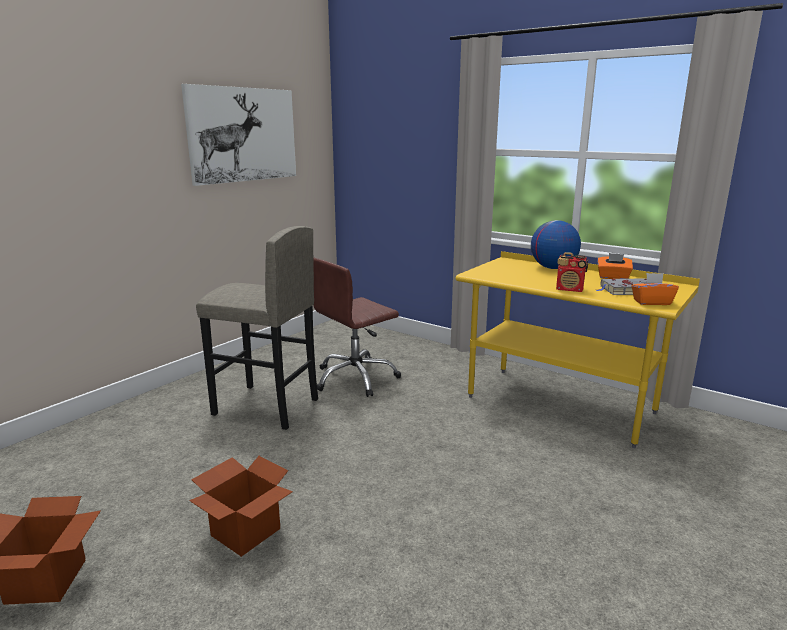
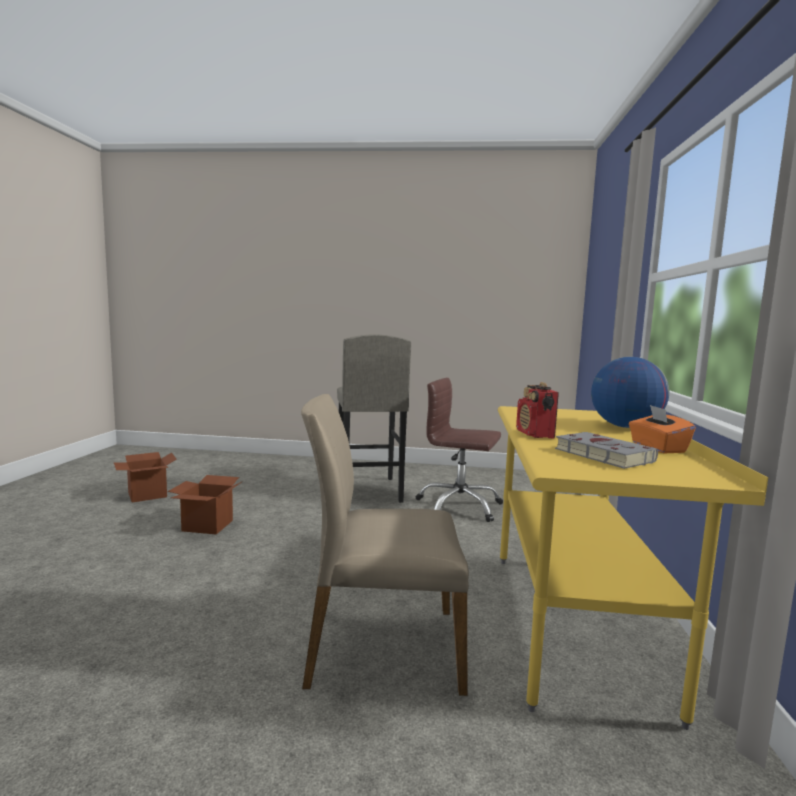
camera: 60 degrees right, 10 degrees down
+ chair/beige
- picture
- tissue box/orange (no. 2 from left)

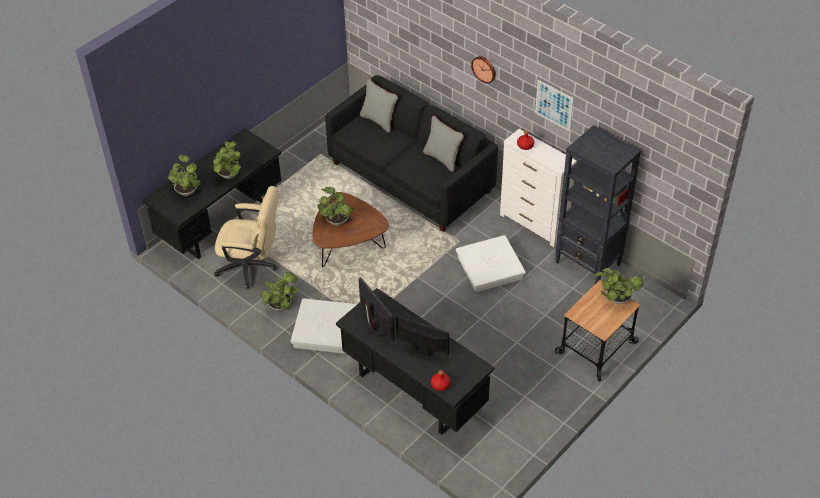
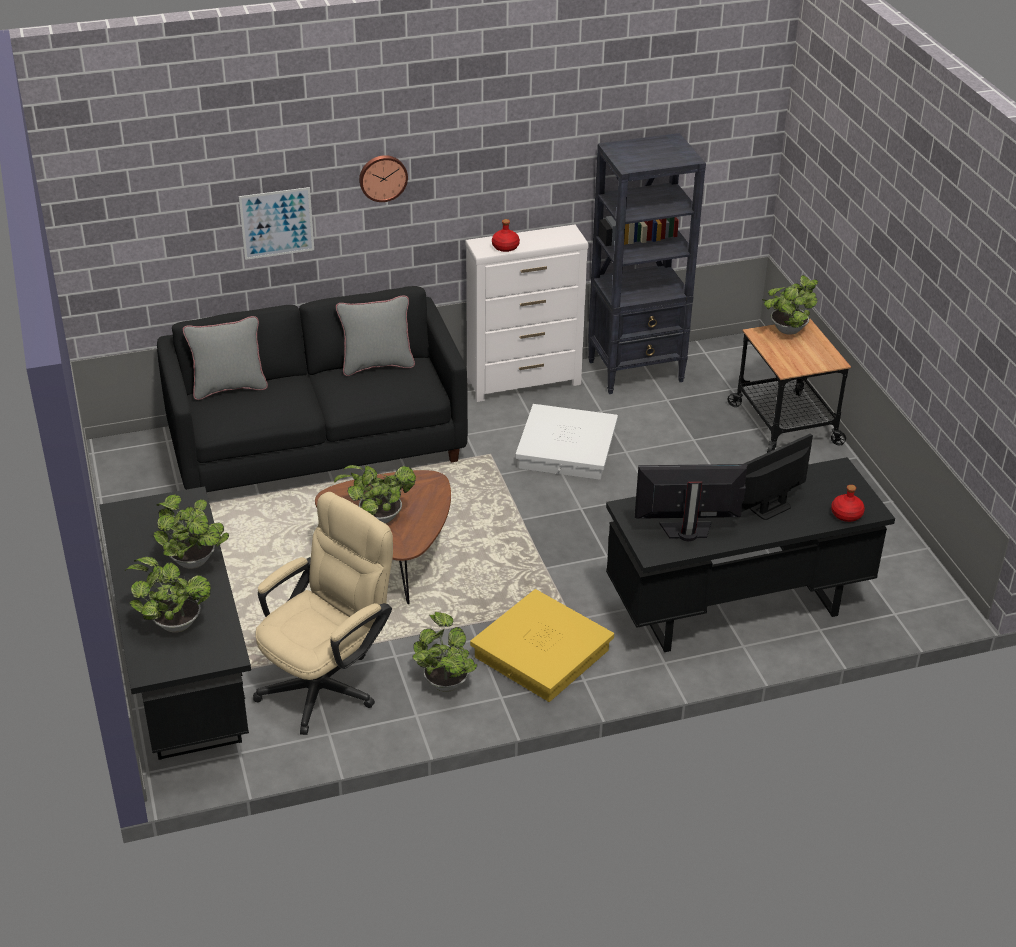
camera: 60 degrees left, 10 degrees down
~ picture
~ storage box/white (no. 1 from left) to storage box/yellow

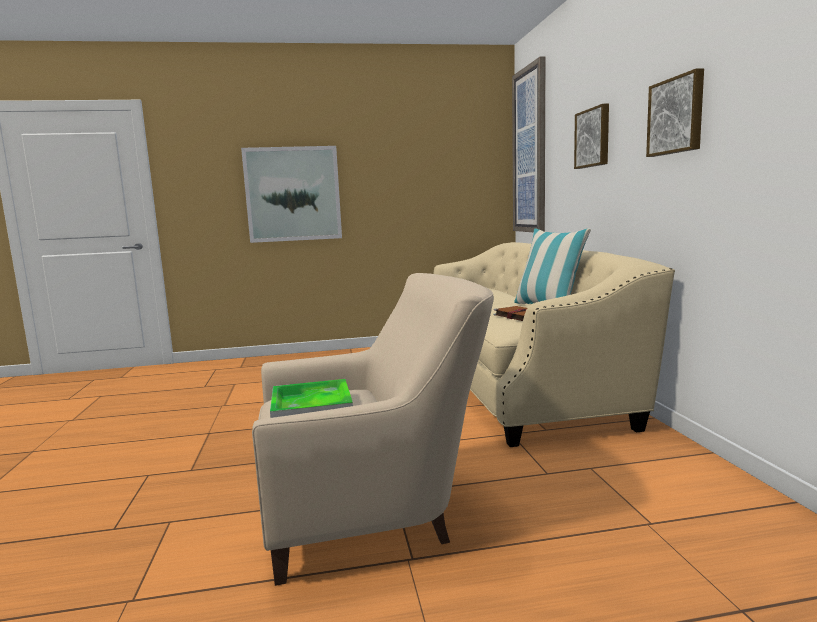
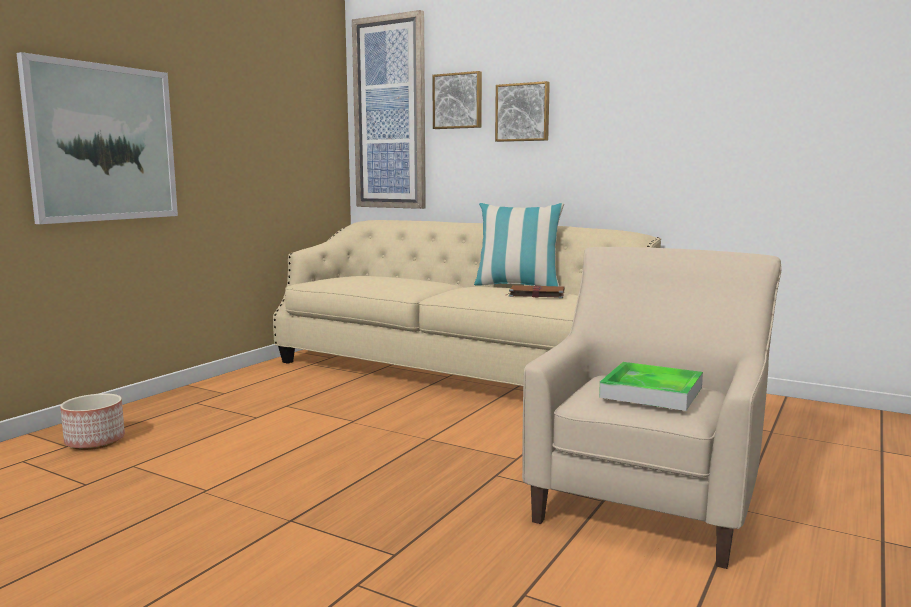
camera: 50 degrees left, 0 degrees up
+ planter
~ picture (no. 4 from left in the first image) to picture (no. 3 from left)

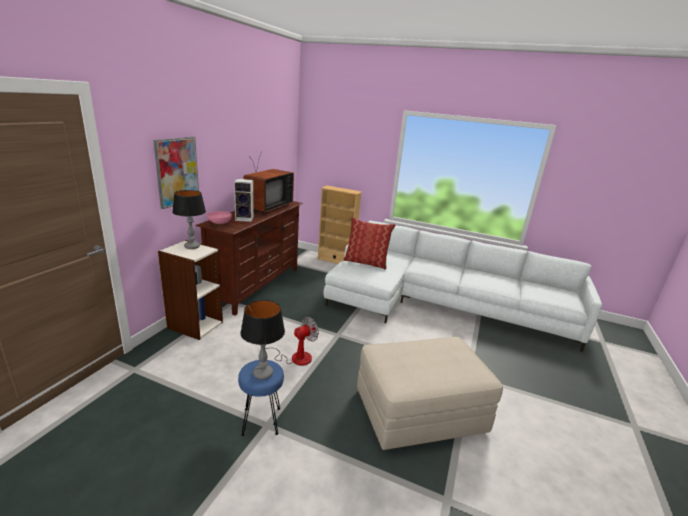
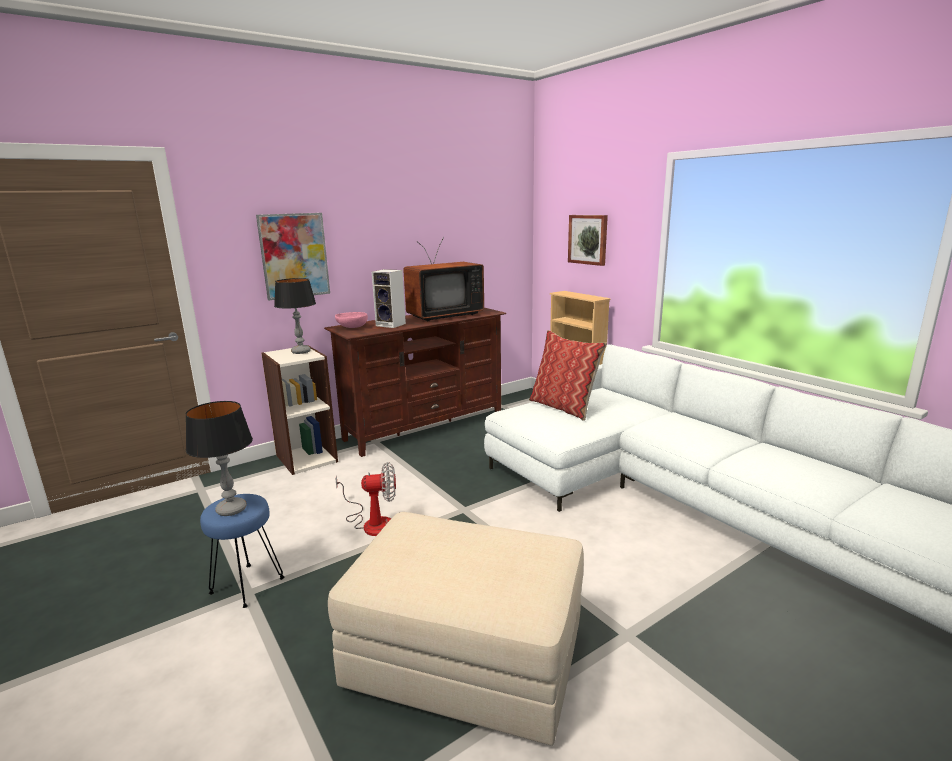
camera: 35 degrees right, 5 degrees down
+ picture (no. 2 from left)

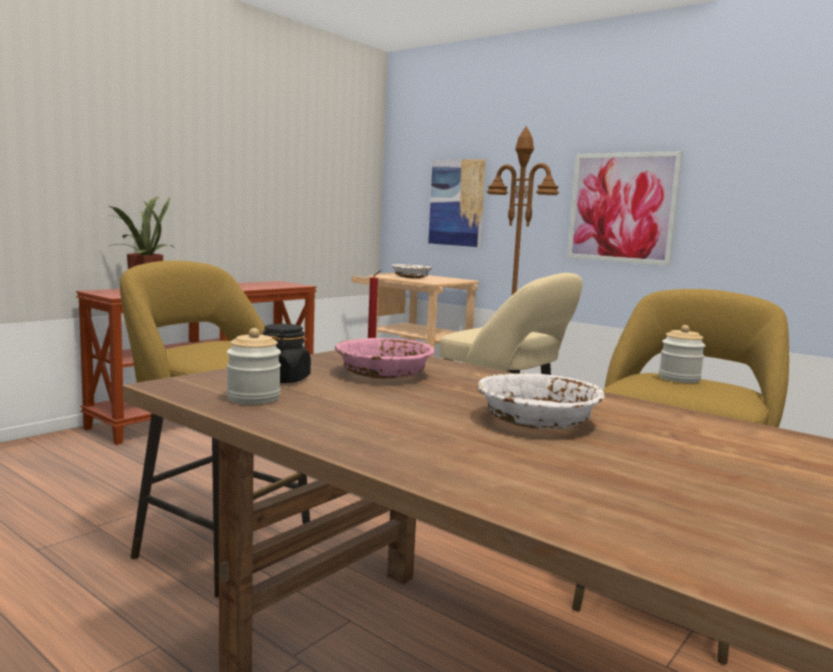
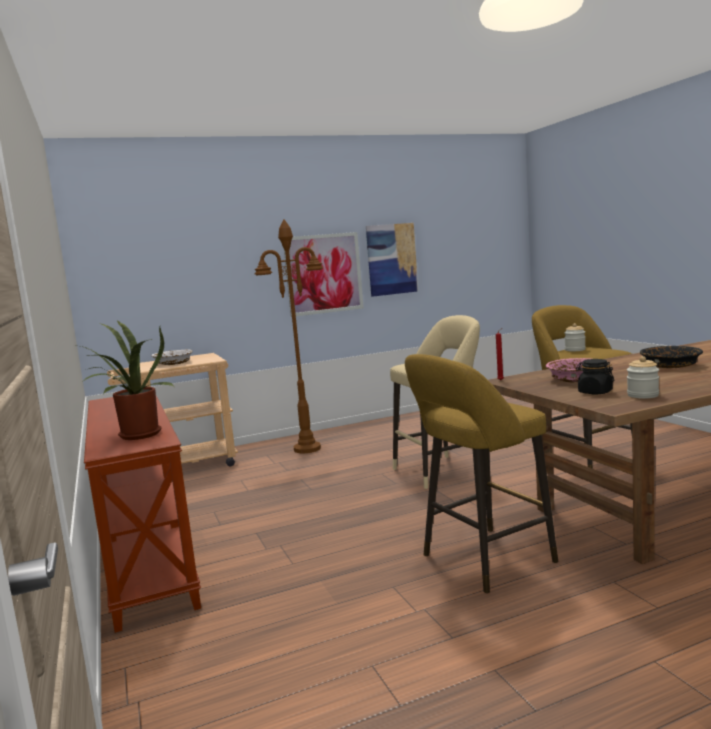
camera: 60 degrees left, 0 degrees up
~ picture (no. 1 from left in the first image) to picture (no. 2 from left)
~ bowl/white (no. 2 from left) to bowl/black

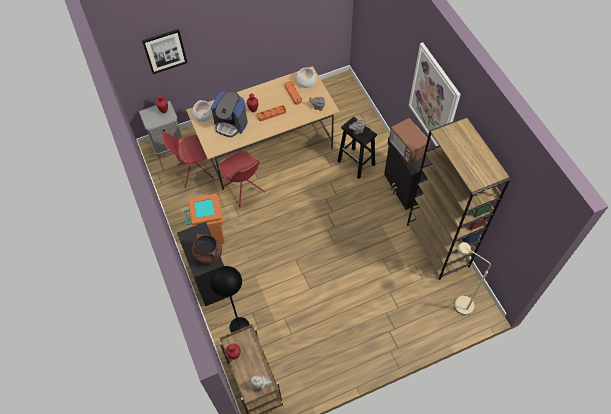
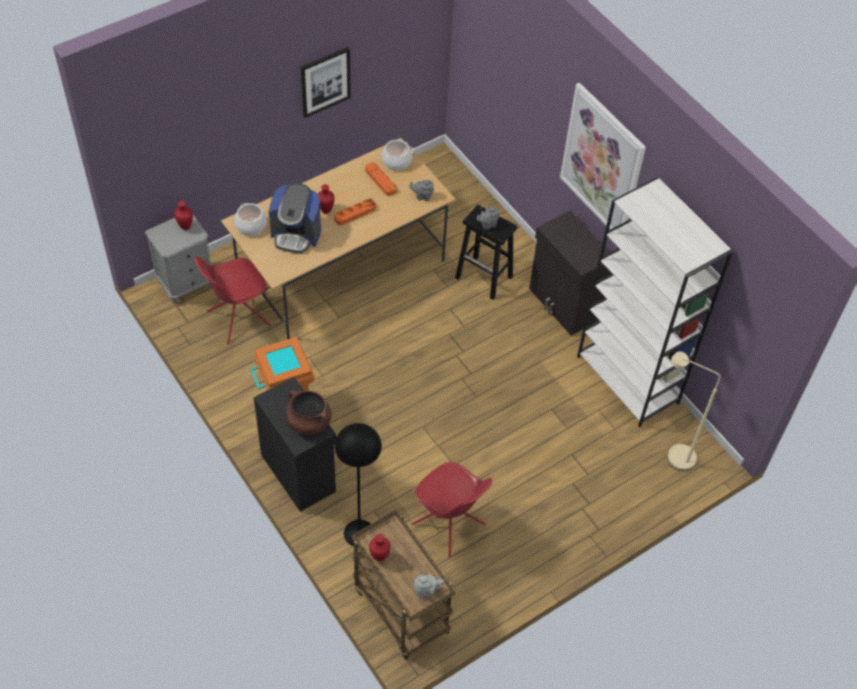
camera: 15 degrees left, 5 degrees down
~ picture (no. 1 from left)
~ chair/red (no. 2 from left)
~ bookcase/brown to bookcase/white
- microwave

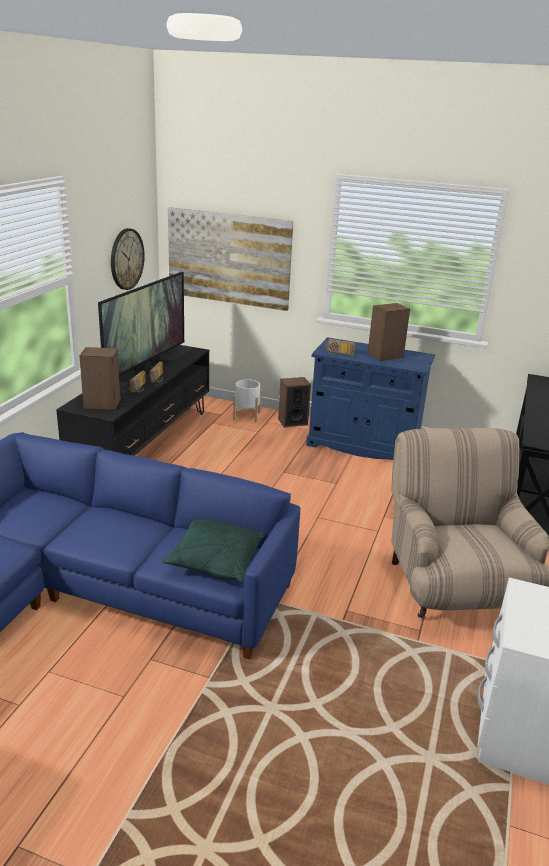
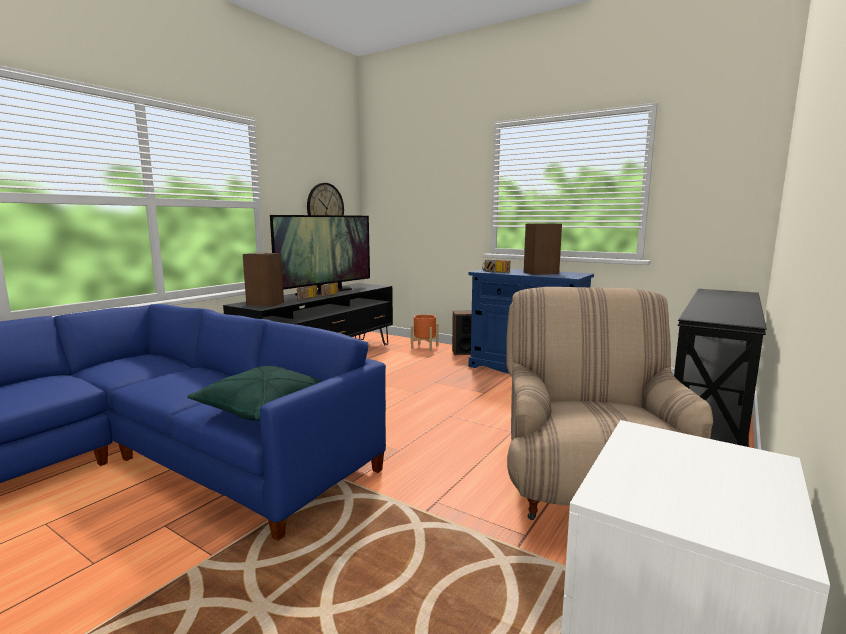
camera: 15 degrees right, 15 degrees down
~ planter/white to planter/orange
- picture

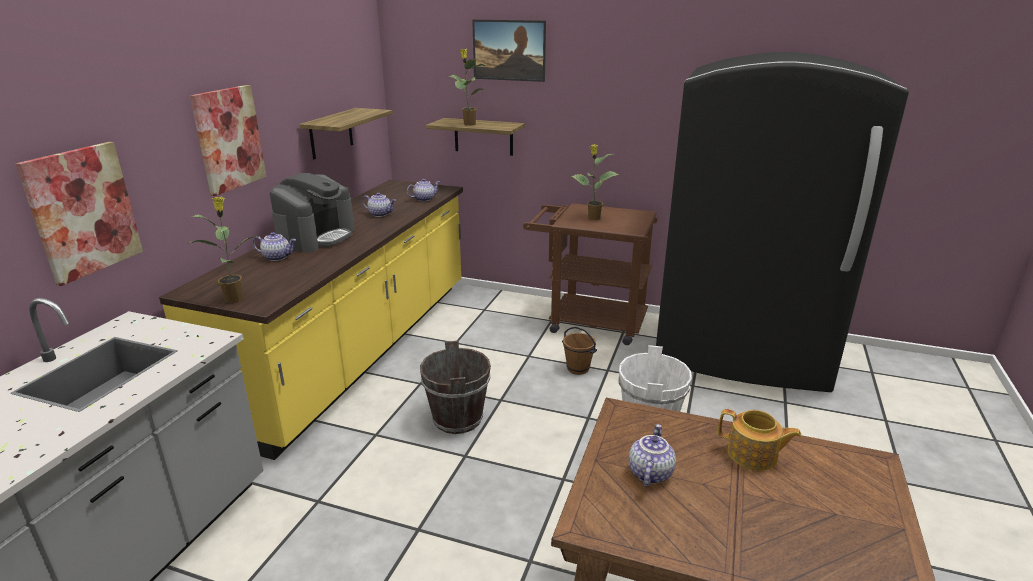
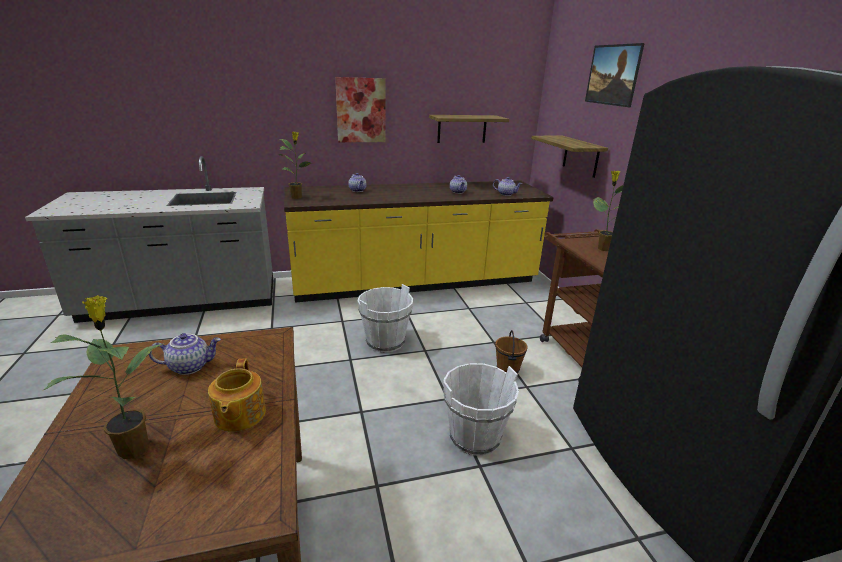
camera: 55 degrees right, 0 degrees up
~ potted plant (no. 2 from left in the first image) to potted plant (no. 1 from left)
~ bucket/brown (no. 1 from left) to bucket/white (no. 1 from left)
- picture (no. 1 from left)
- coffee machine

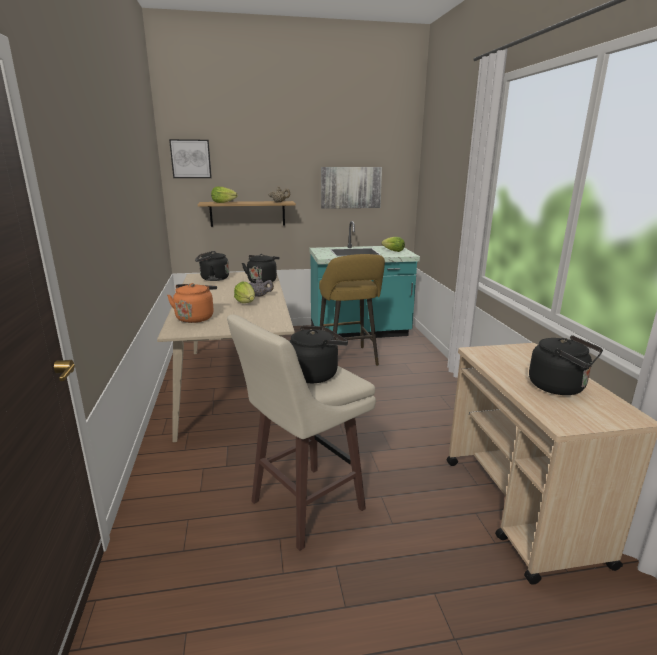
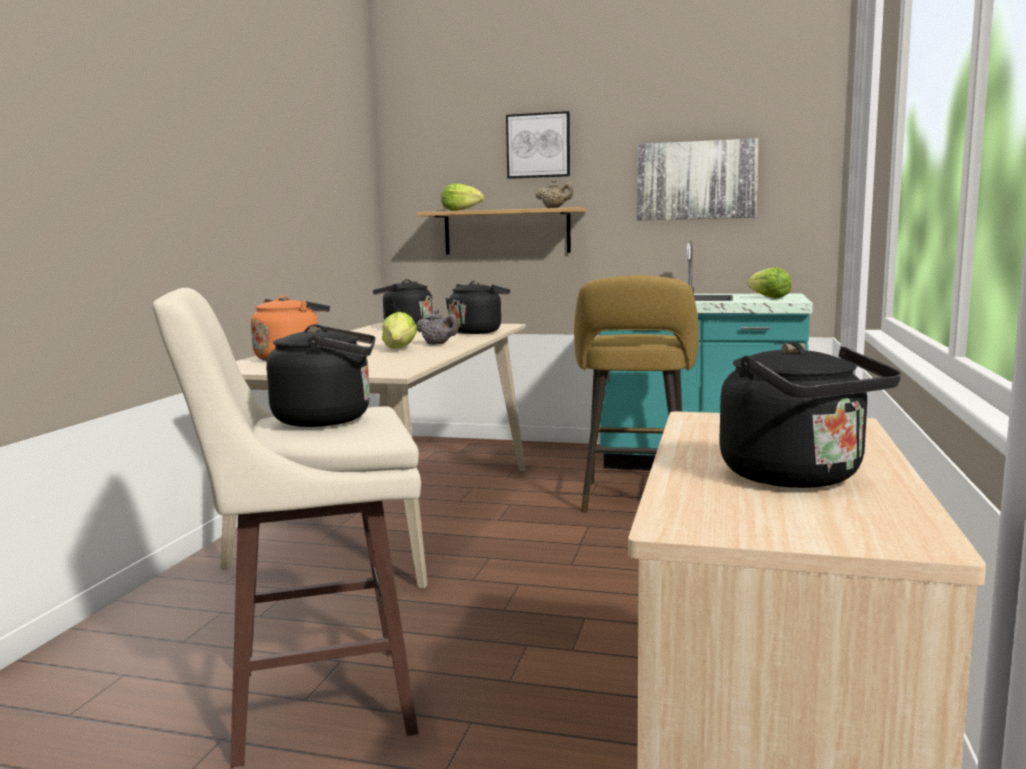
camera: 25 degrees right, 10 degrees down
~ picture (no. 1 from left)

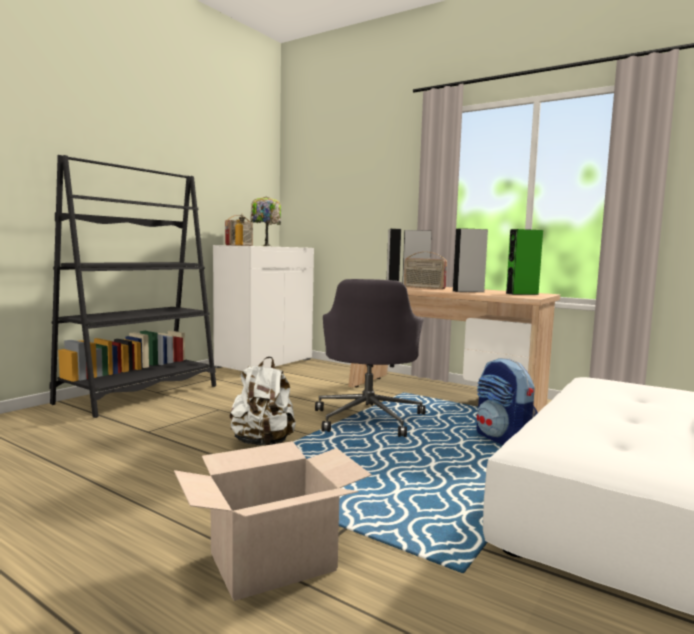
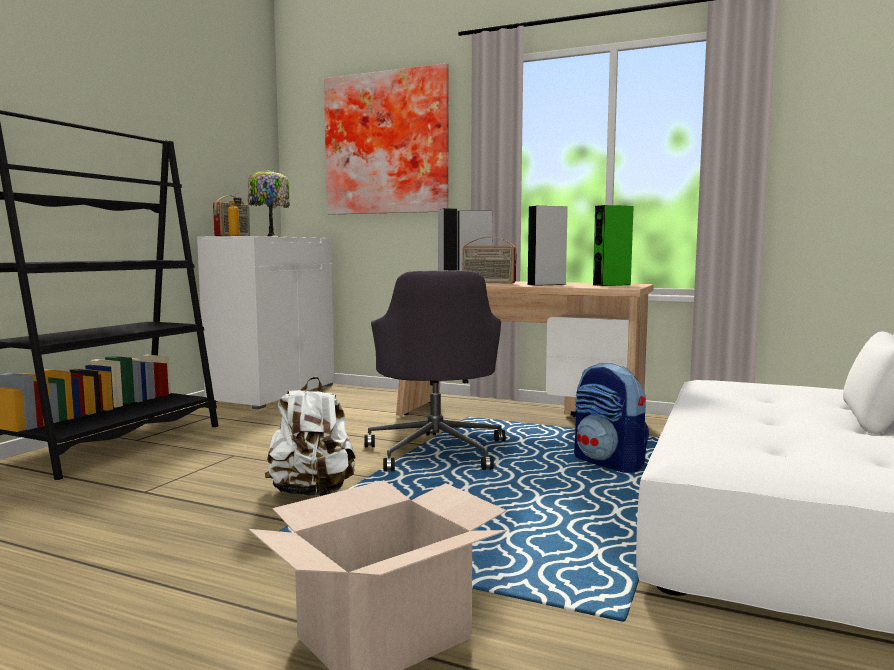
camera: 10 degrees left, 0 degrees up
+ picture

